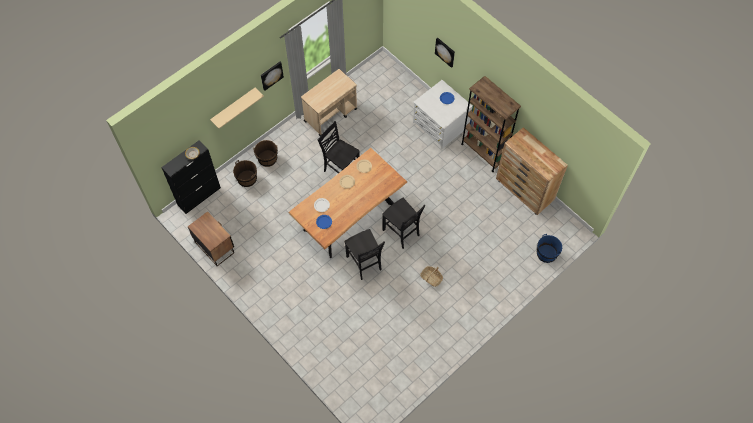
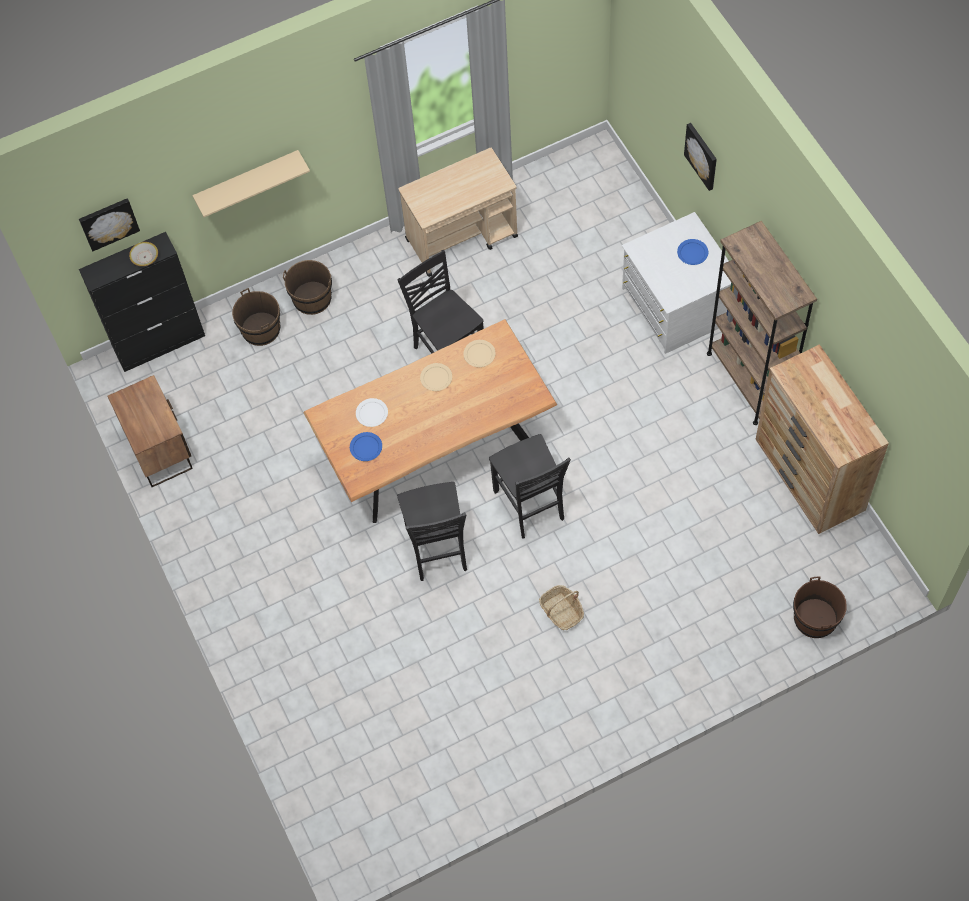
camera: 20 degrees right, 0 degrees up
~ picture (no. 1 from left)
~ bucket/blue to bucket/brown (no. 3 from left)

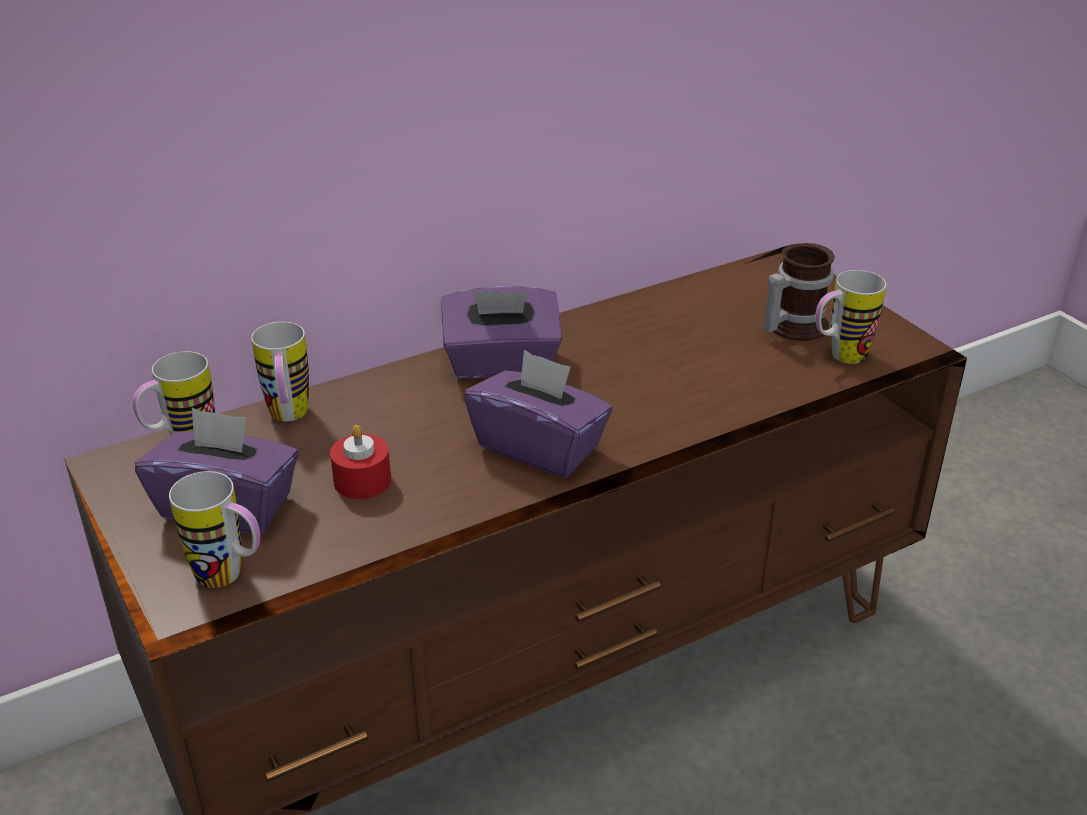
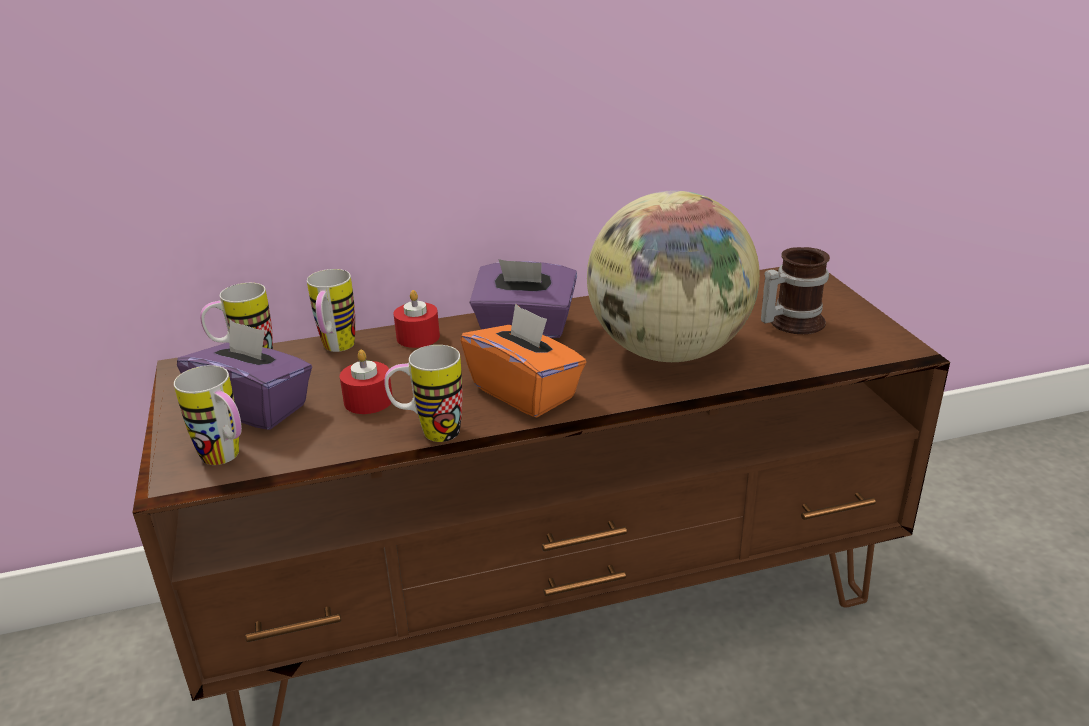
camera: 15 degrees right, 5 degrees down
~ mug (no. 5 from left in the first image) to mug (no. 4 from left)
+ candle/red (no. 2 from left)
~ tissue box/purple (no. 3 from left) to tissue box/orange
+ globe

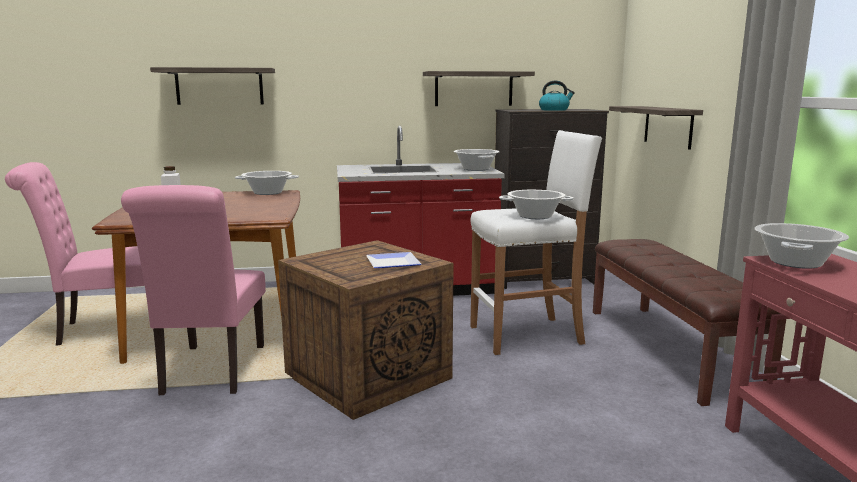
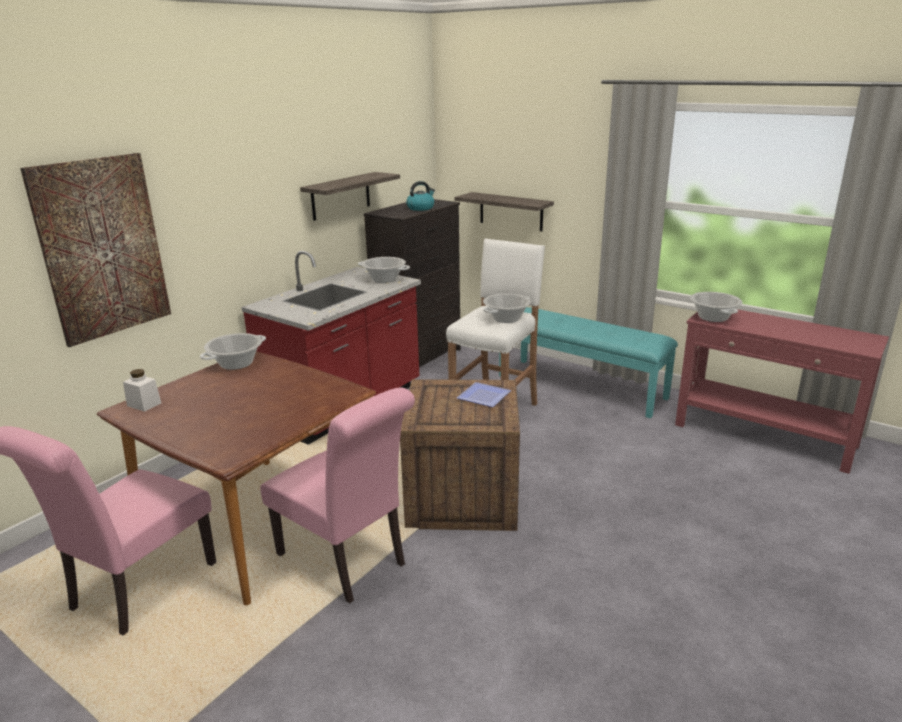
camera: 45 degrees left, 10 degrees up
~ shelf (no. 1 from left) to picture
~ bench/brown to bench/turquoise

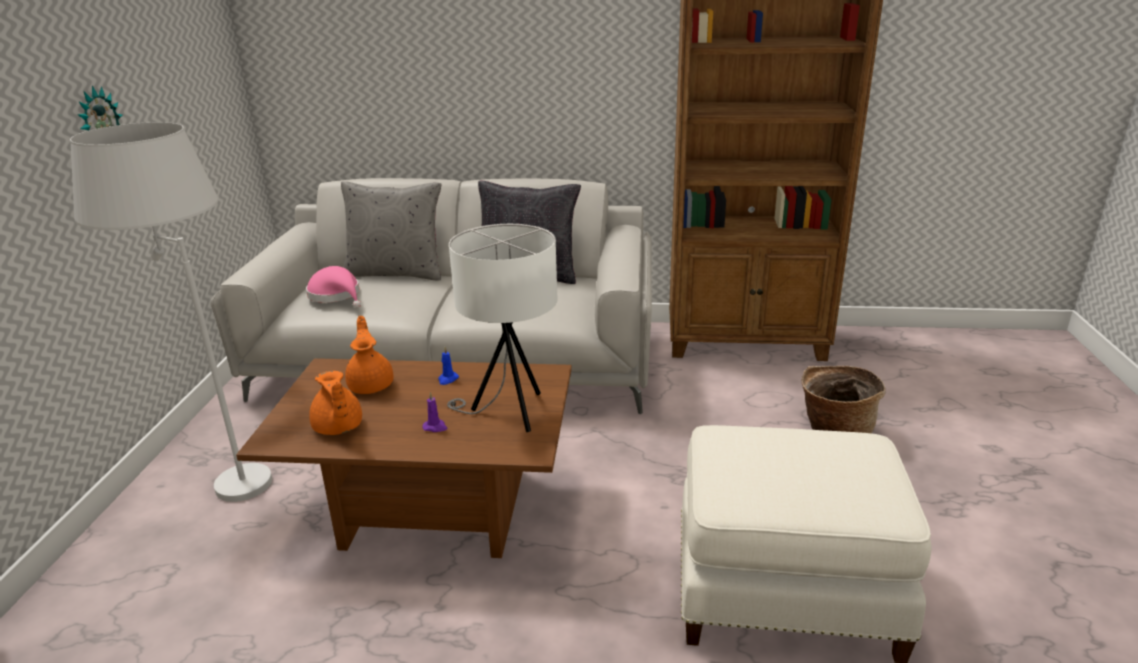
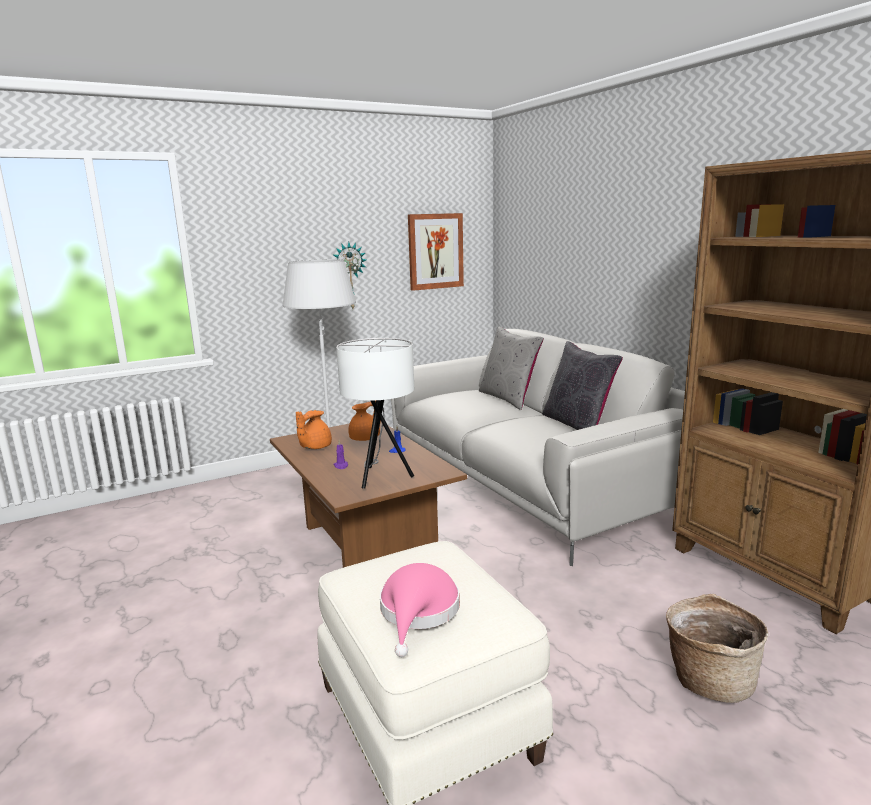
camera: 55 degrees right, 10 degrees down
~ hat/pink
+ picture

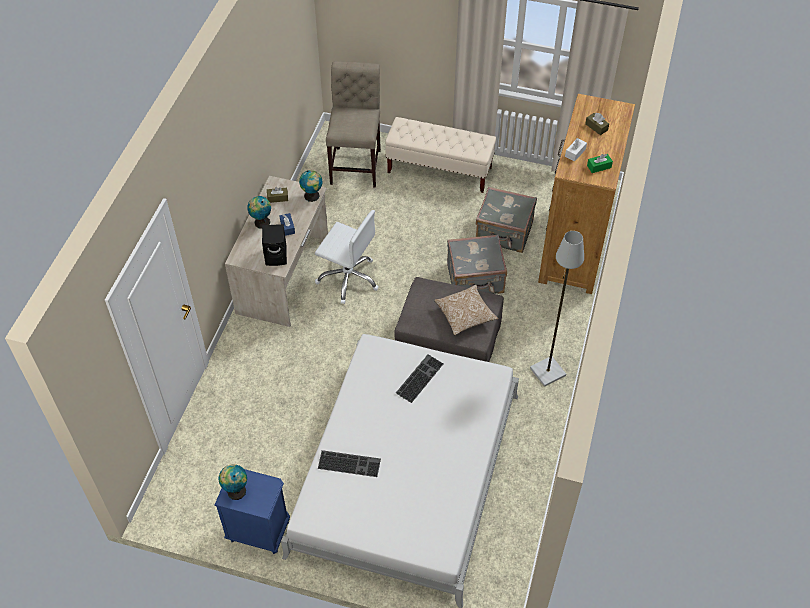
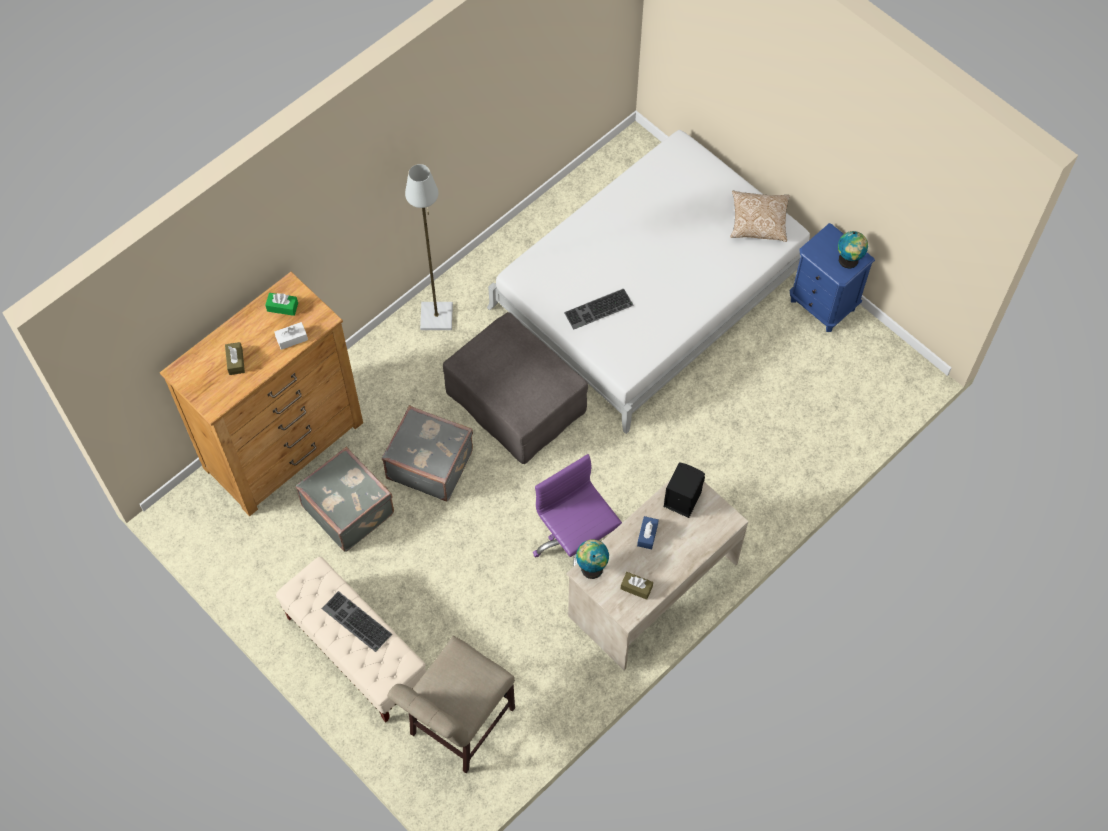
camera: 150 degrees left, 10 degrees up
~ keyboard (no. 1 from left)
~ office chair/white to office chair/purple
~ pillow
- globe (no. 2 from left)

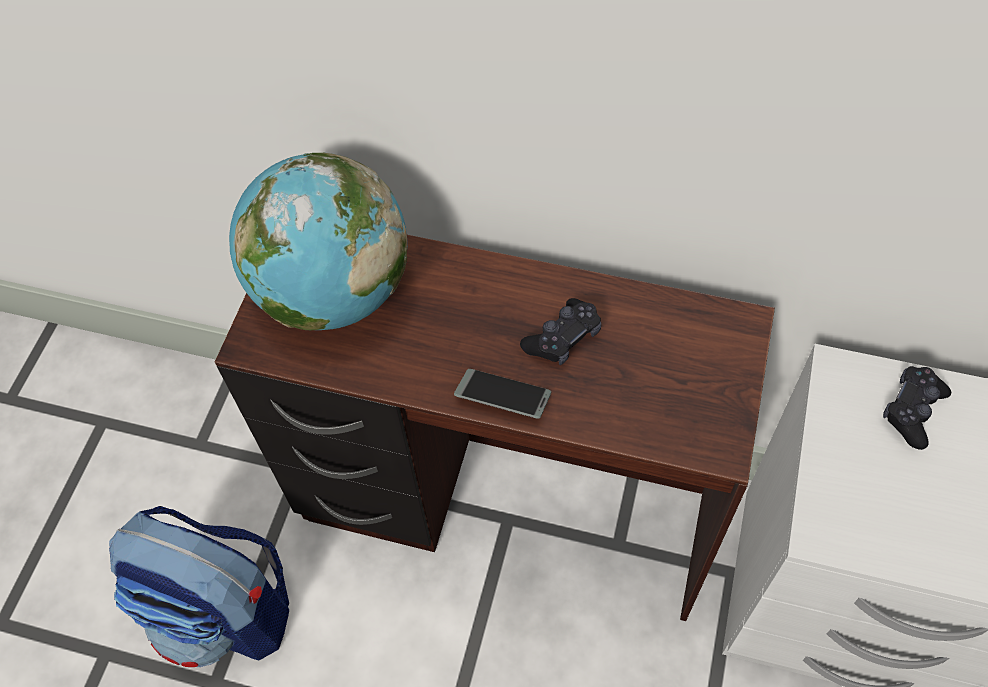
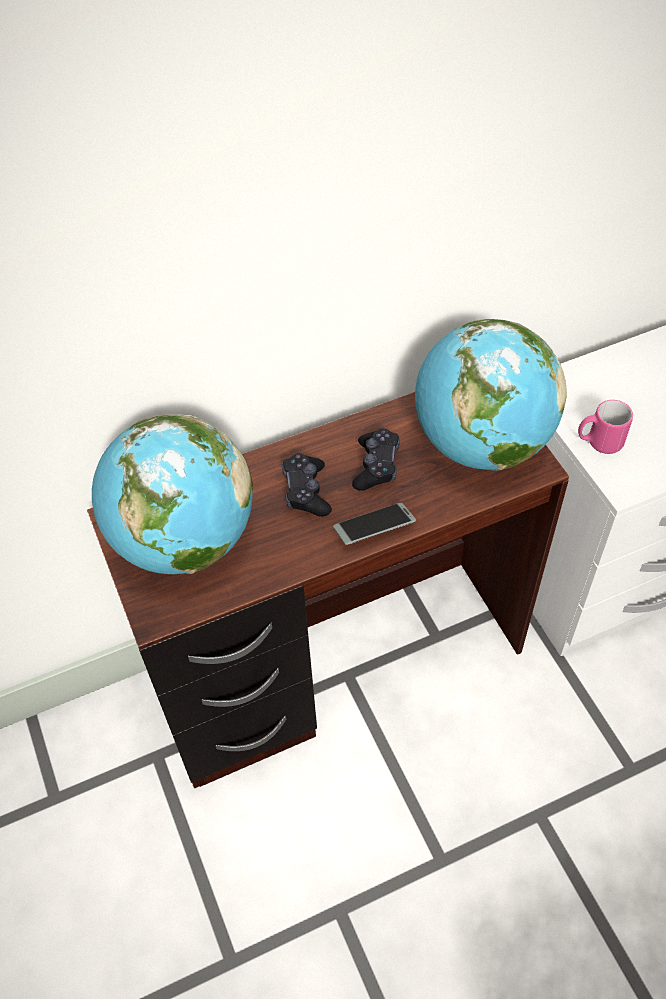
camera: 40 degrees left, 5 degrees down
~ game controller/black (no. 2 from left in the first image) to game controller/black (no. 1 from left)
+ globe (no. 2 from left)
+ mug/pink
- backpack

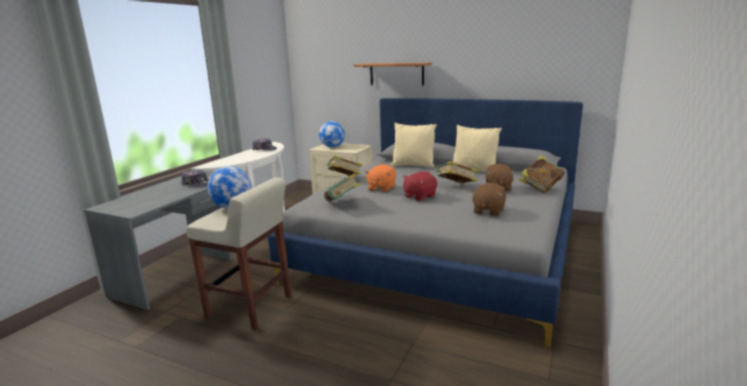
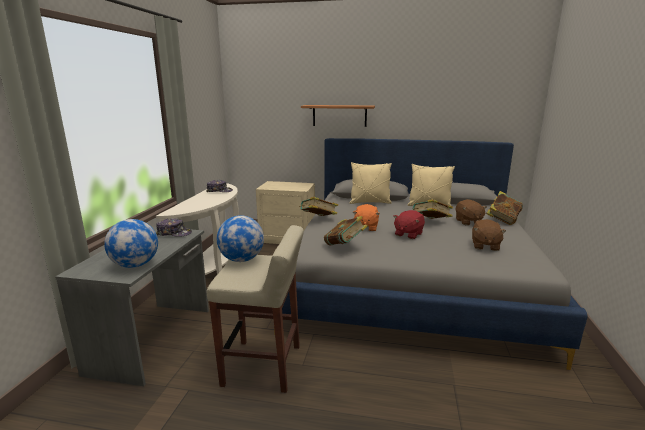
camera: 15 degrees left, 0 degrees up
~ globe (no. 2 from left in the first image) to globe (no. 1 from left)

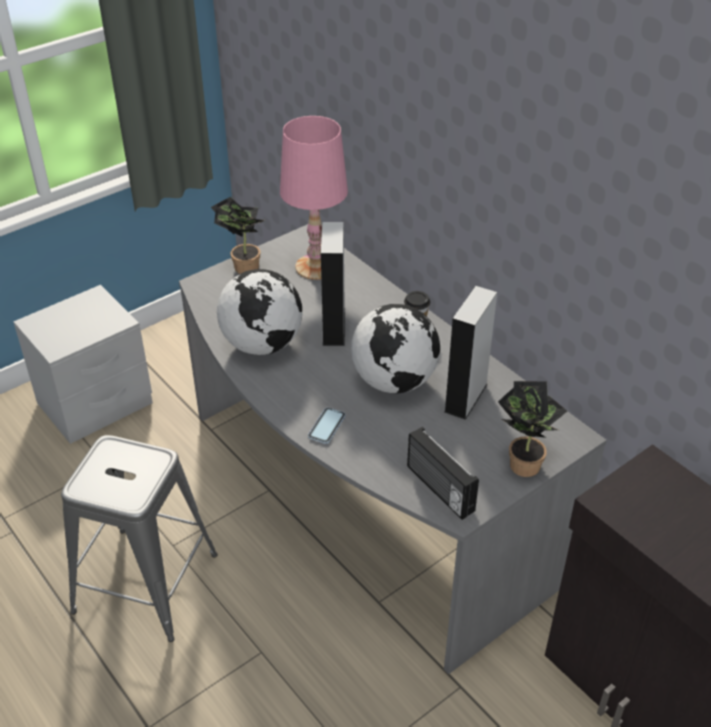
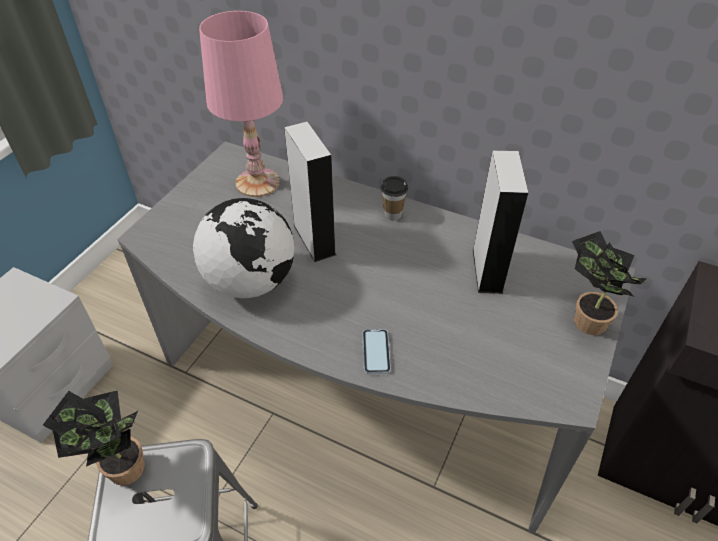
camera: 25 degrees left, 5 degrees up
~ potted plant (no. 1 from left)
- globe (no. 2 from left)
- radio

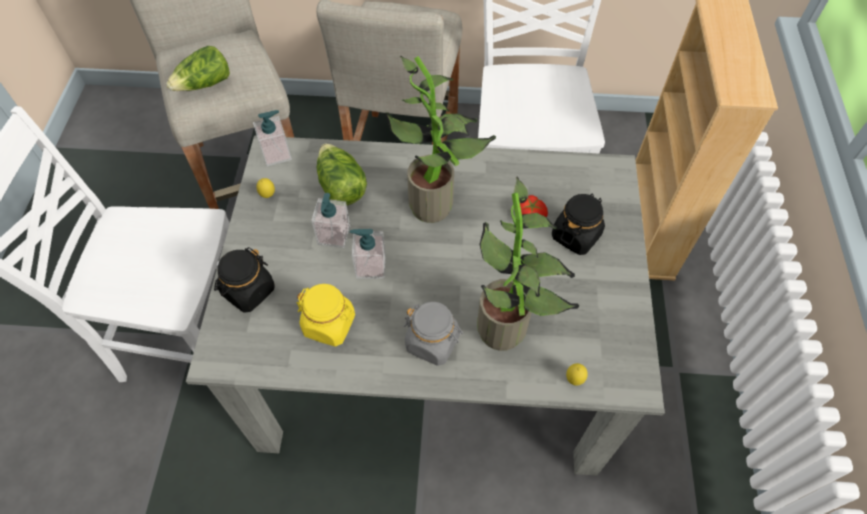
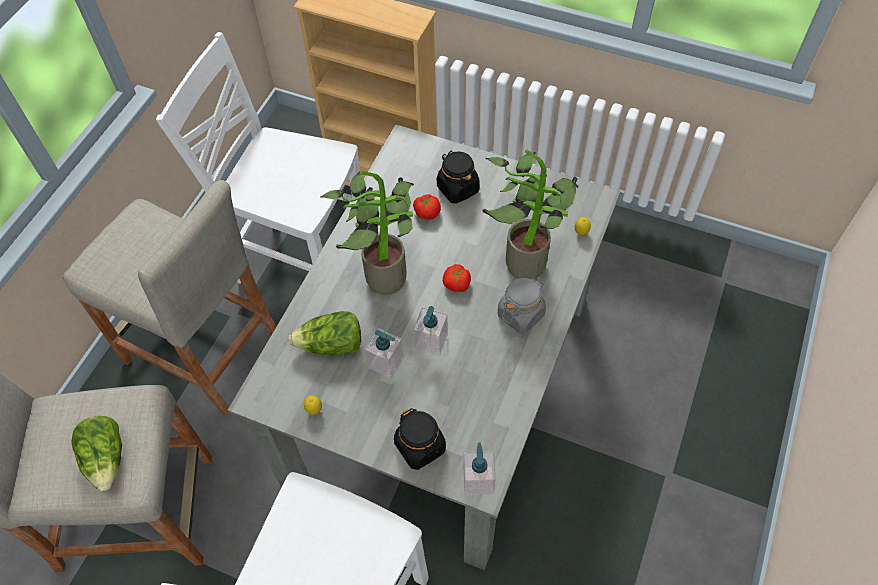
camera: 70 degrees left, 0 degrees up
+ tomato (no. 2 from left)
~ soap dispenser (no. 1 from left in the first image) to soap dispenser (no. 3 from left)
- jar/yellow

